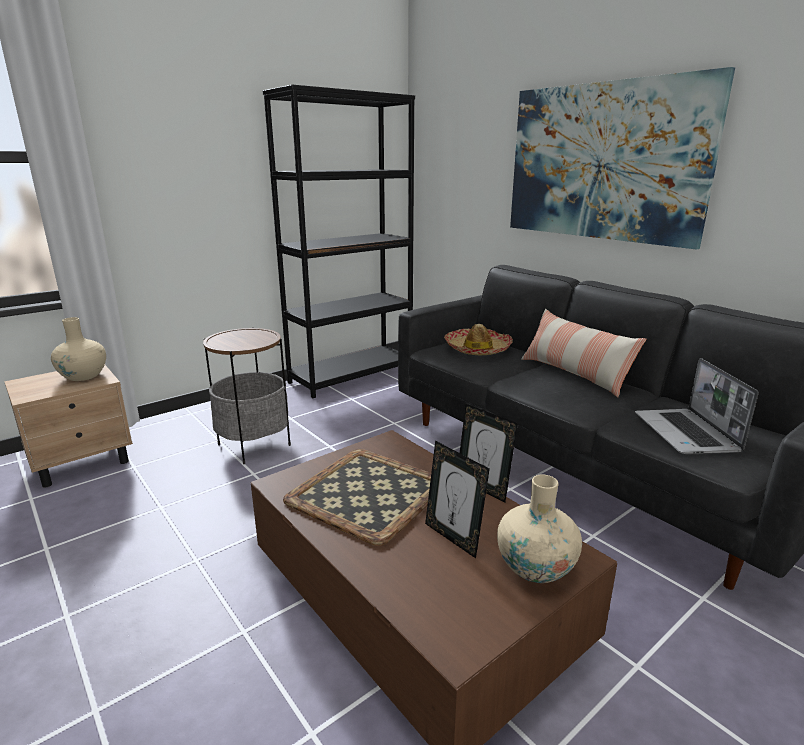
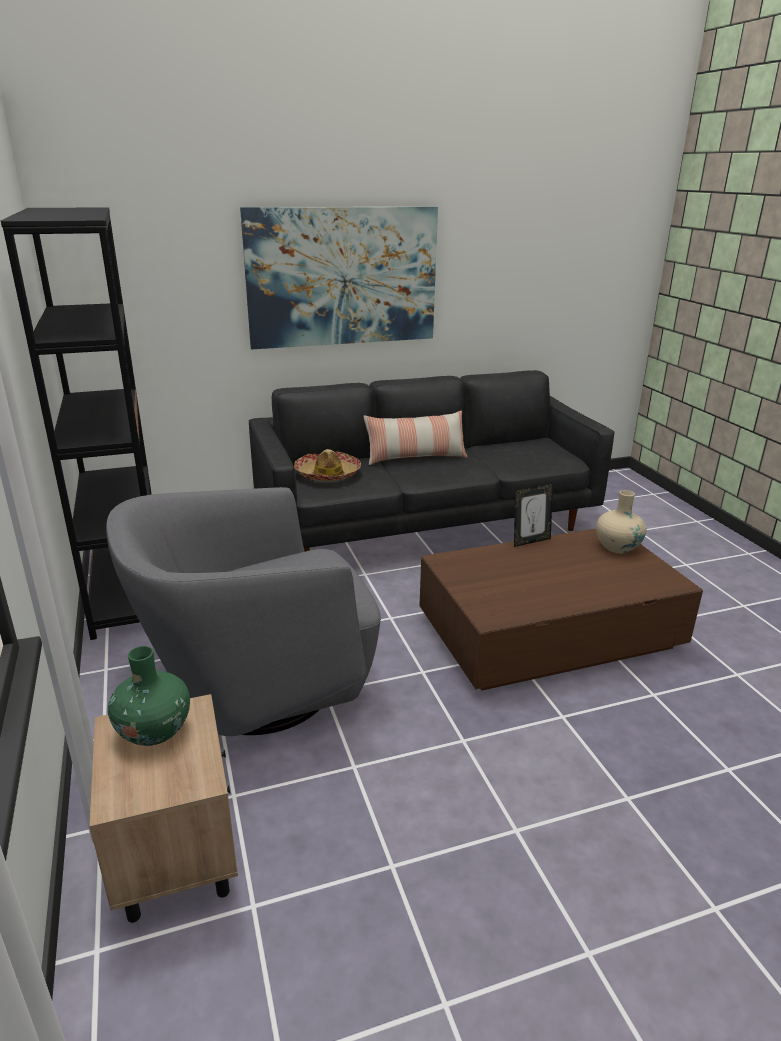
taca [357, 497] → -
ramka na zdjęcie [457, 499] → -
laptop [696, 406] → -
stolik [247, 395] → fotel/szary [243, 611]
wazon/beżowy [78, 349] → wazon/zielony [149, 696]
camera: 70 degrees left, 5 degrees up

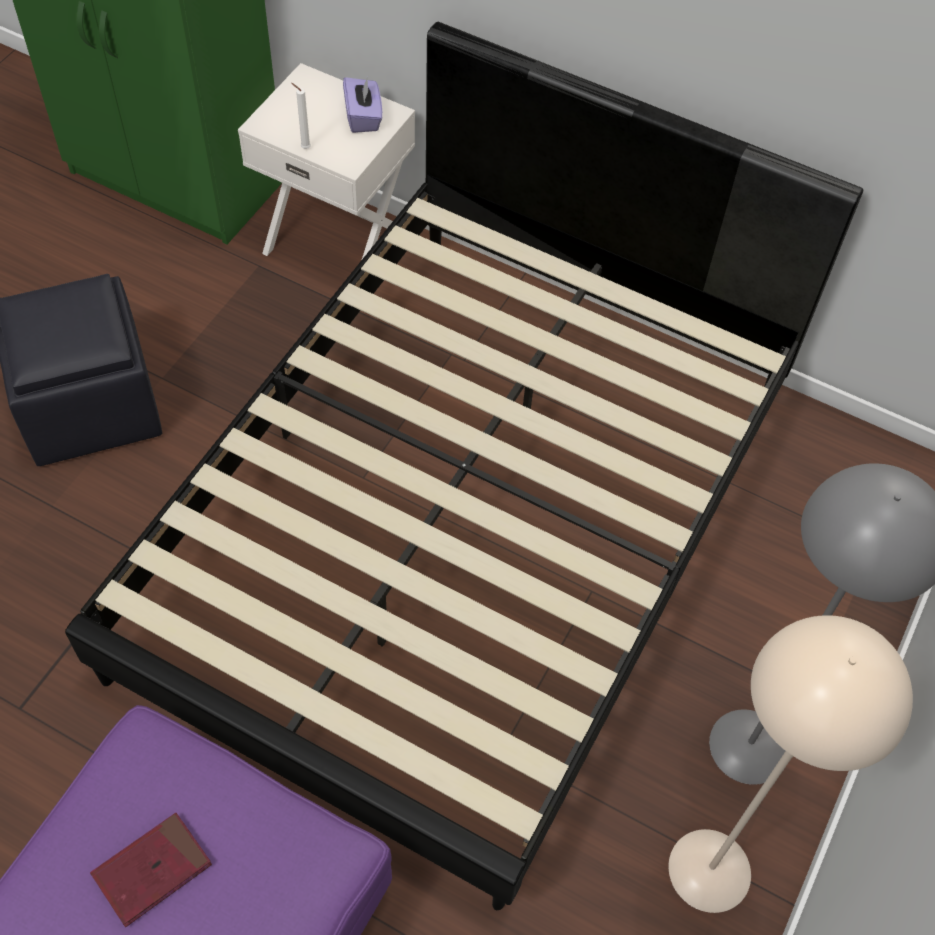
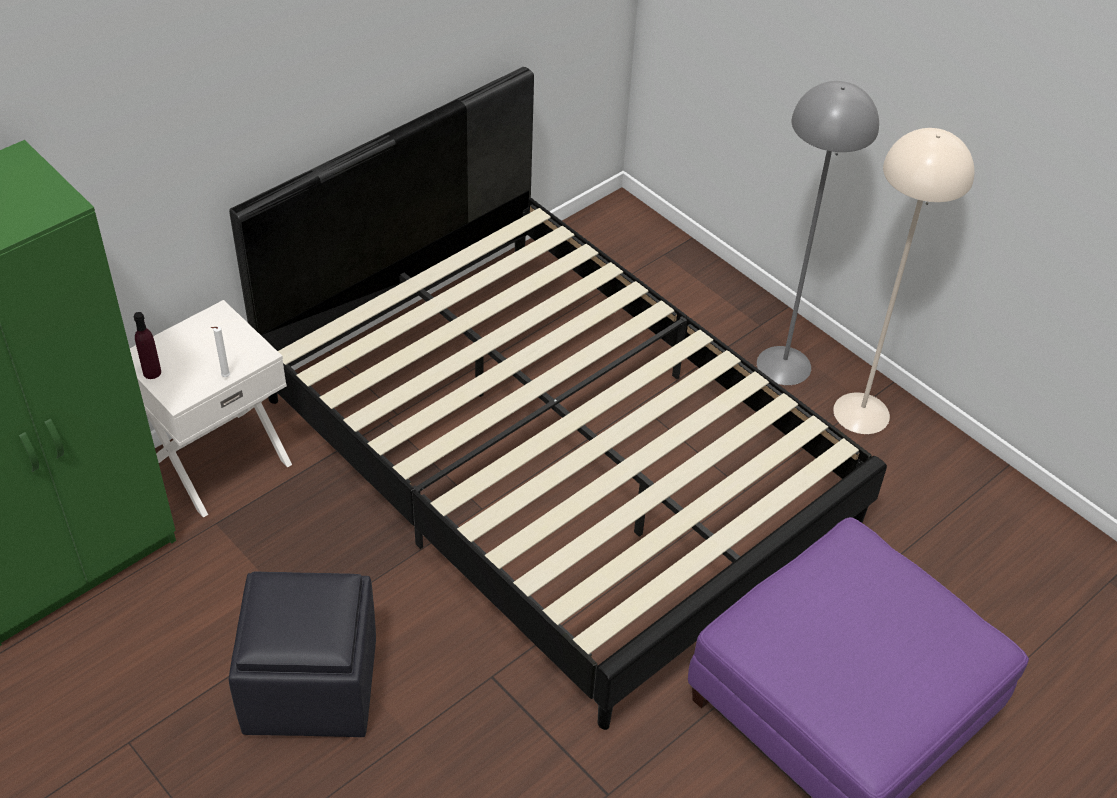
książka/czerwony [151, 870] → -
pudełko chusteczek/fioletowy [362, 104] → -
- → butelka/fioletowy [147, 345]
camera: 70 degrees left, 10 degrees down

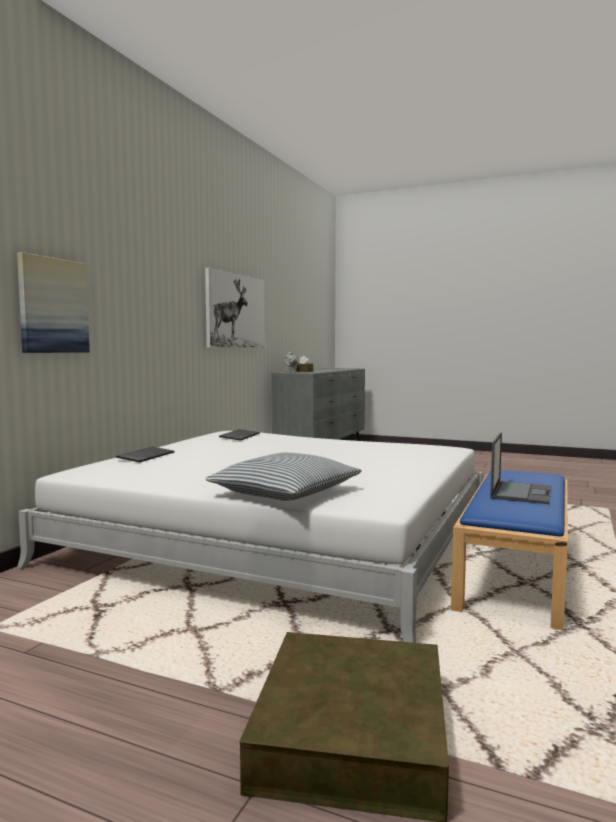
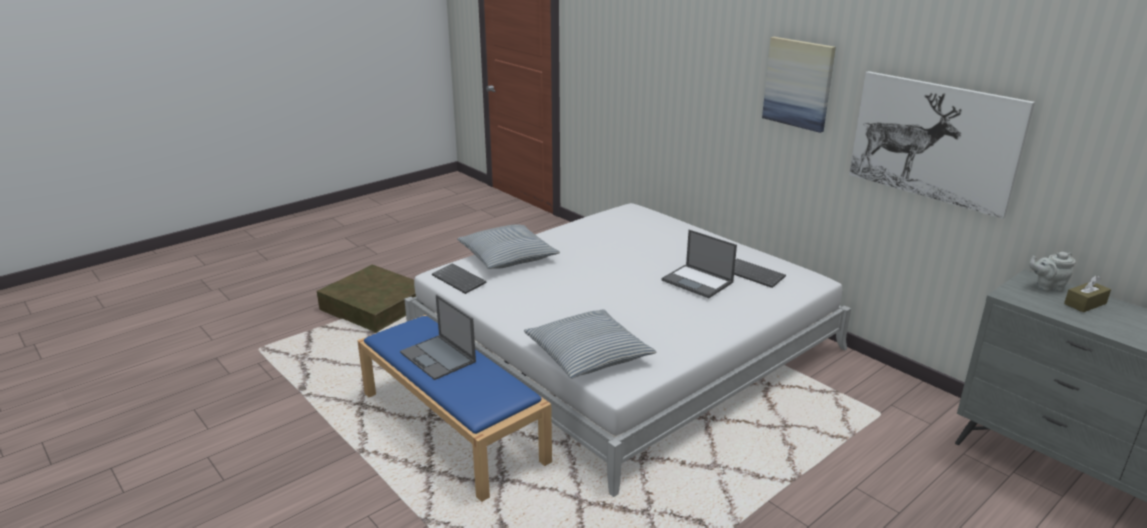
- → poduszka [590, 344]
- → laptop [699, 264]
obraz [53, 302] → obraz [799, 85], relocated
klawiatura [145, 454] → klawiatura [459, 278], relocated
camera: 115 degrees right, 20 degrees up

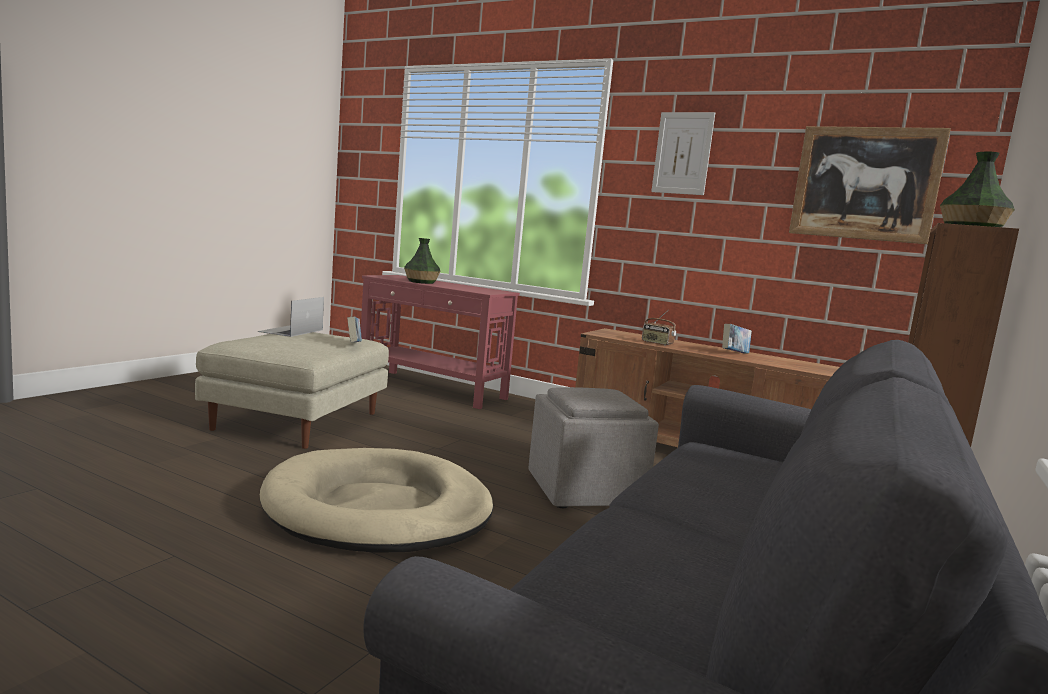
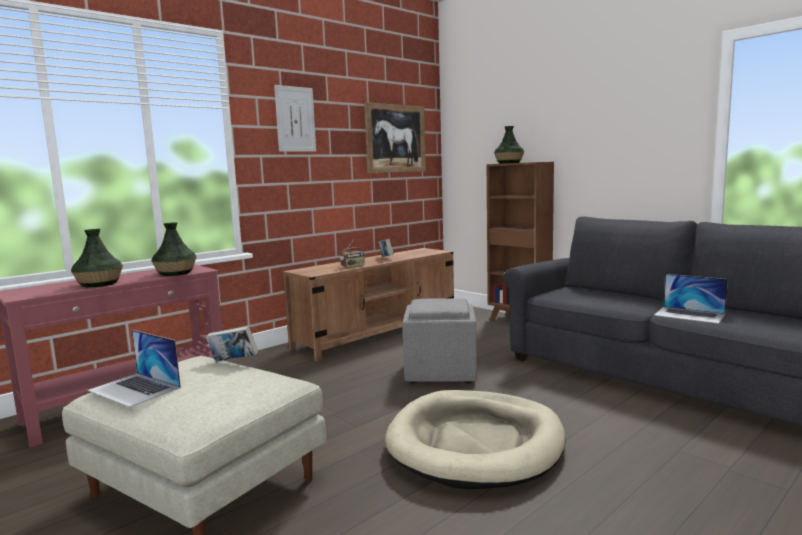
- → wazon [174, 249]
- → laptop [691, 299]
camera: 70 degrees left, 0 degrees up

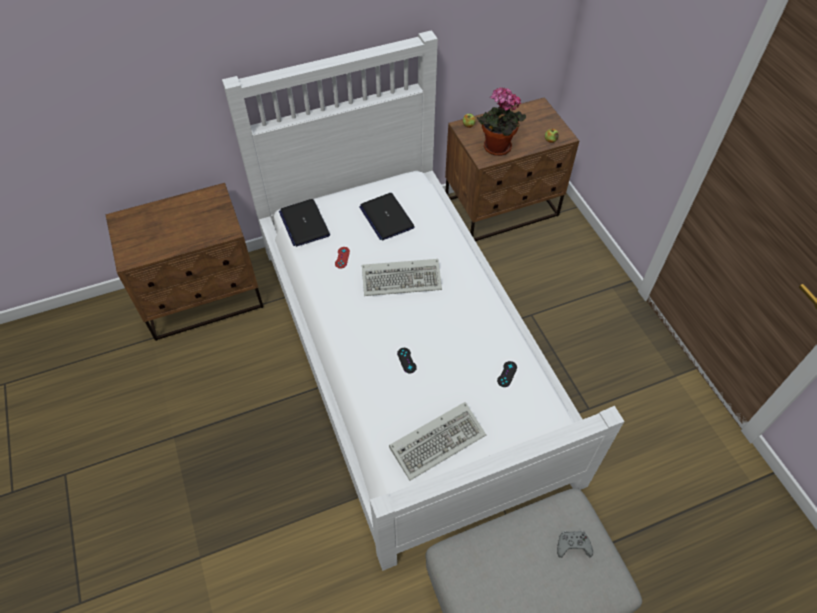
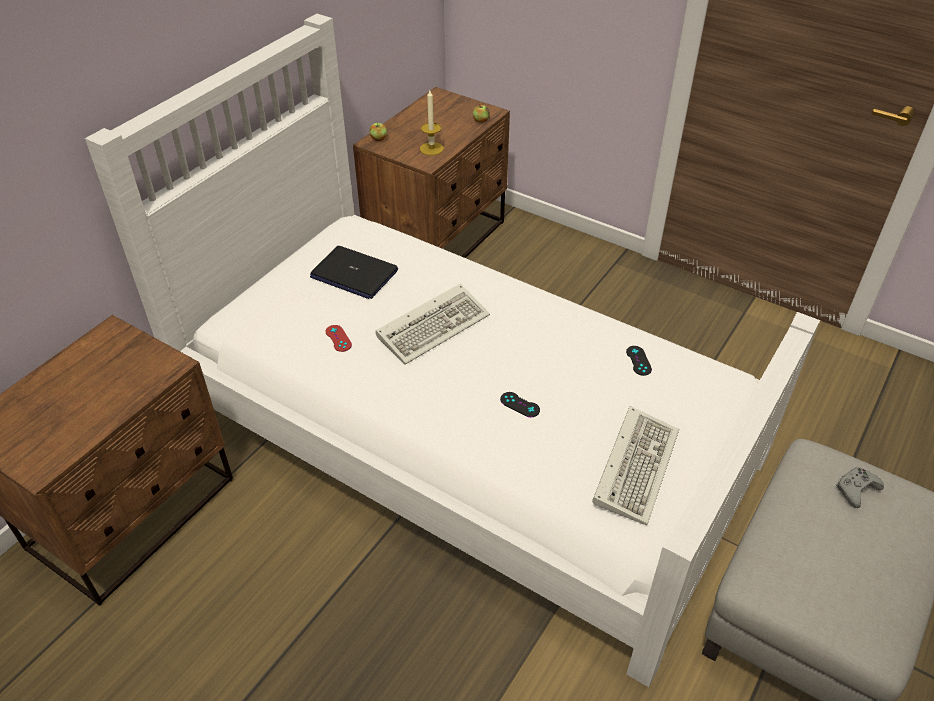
laptop [304, 223] → -
roślina doniczkowa [501, 121] → świeca [432, 122]
camera: 35 degrees left, 10 degrees down

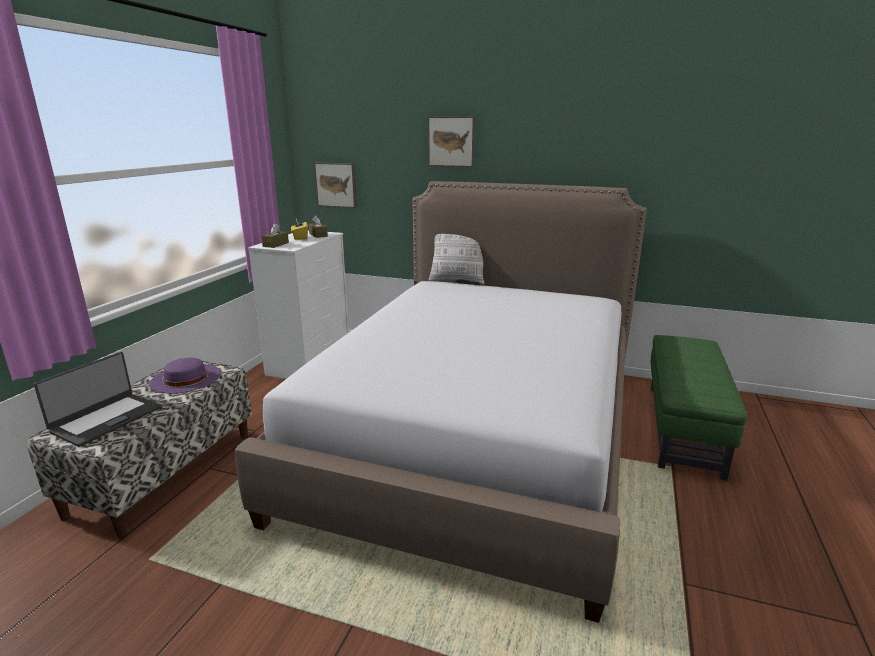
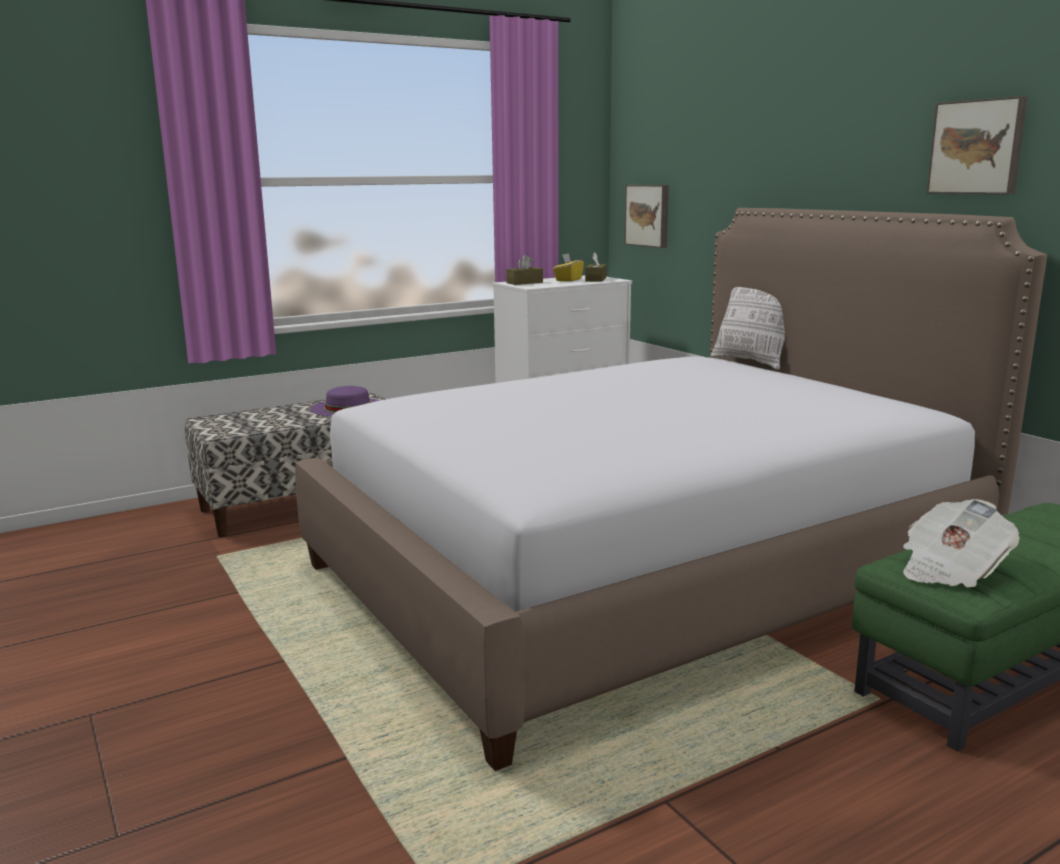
laptop [97, 399] → -
- → gazeta [961, 543]
obraz [451, 142] → obraz [977, 145], relocated
camera: 40 degrees right, 5 degrees down

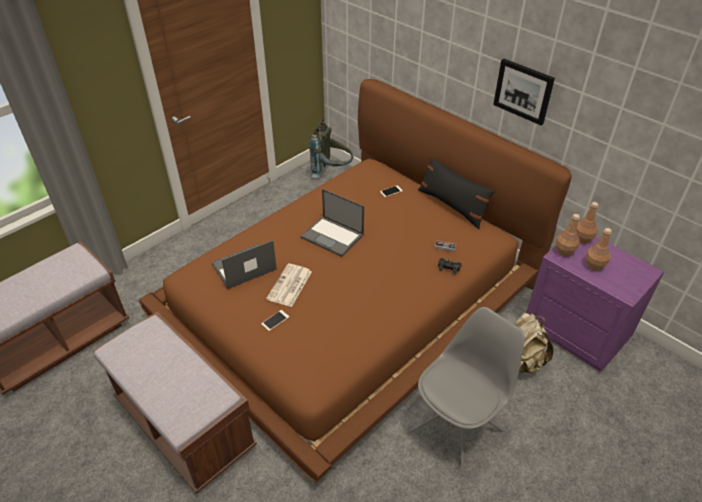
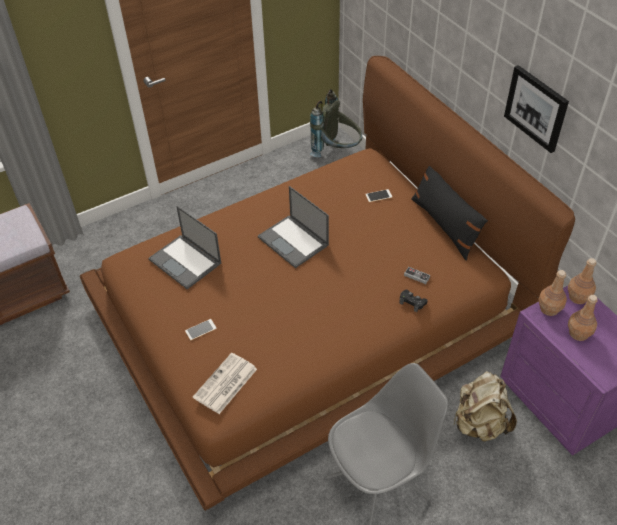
ławka/brązowy [175, 403] → -
gazeta [289, 285] → gazeta [225, 383], relocated
laptop [244, 264] → laptop [185, 247], 120 degrees counterclockwise
camera: 15 degrees right, 5 degrees up

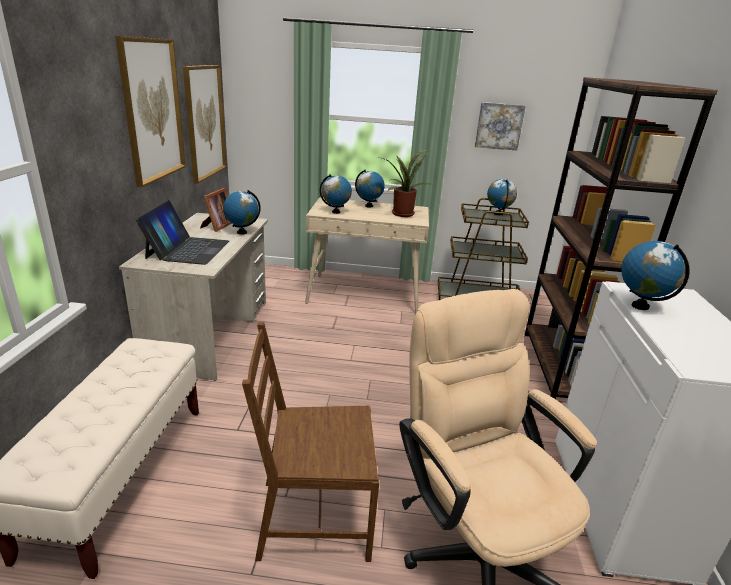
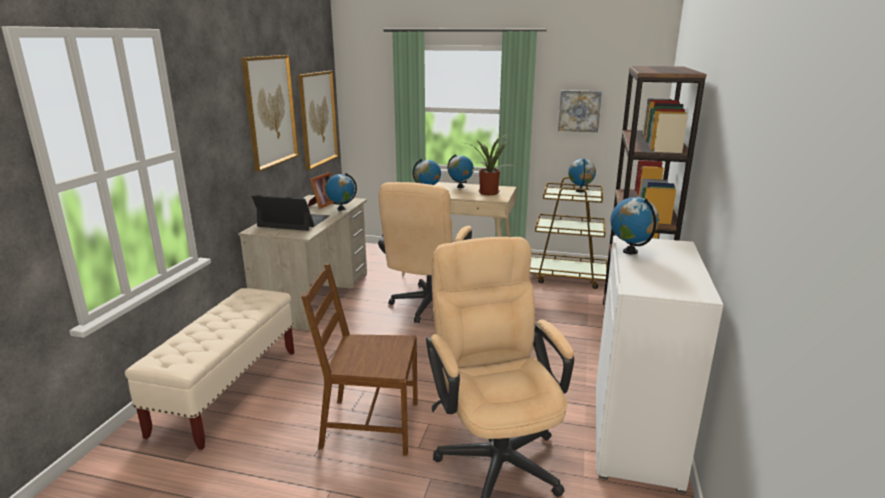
- → krzesło biurowe/beżowy [425, 252]
laptop [182, 232] → laptop [291, 213], 90 degrees counterclockwise
camera: 10 degrees right, 5 degrees down

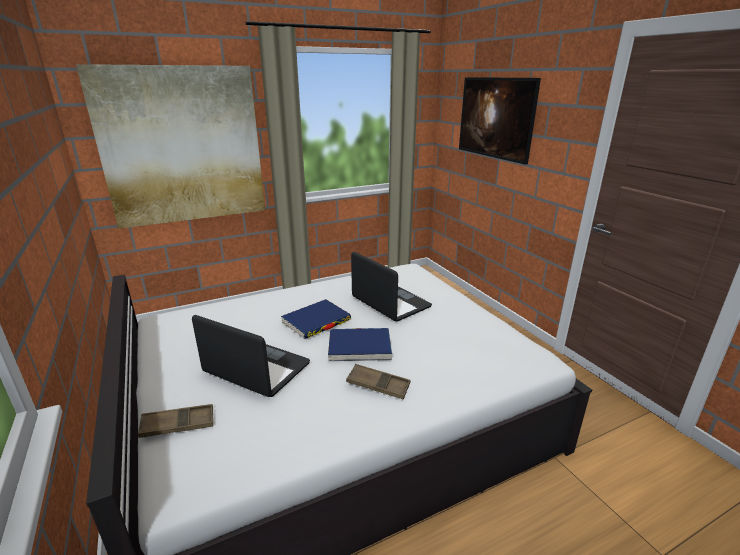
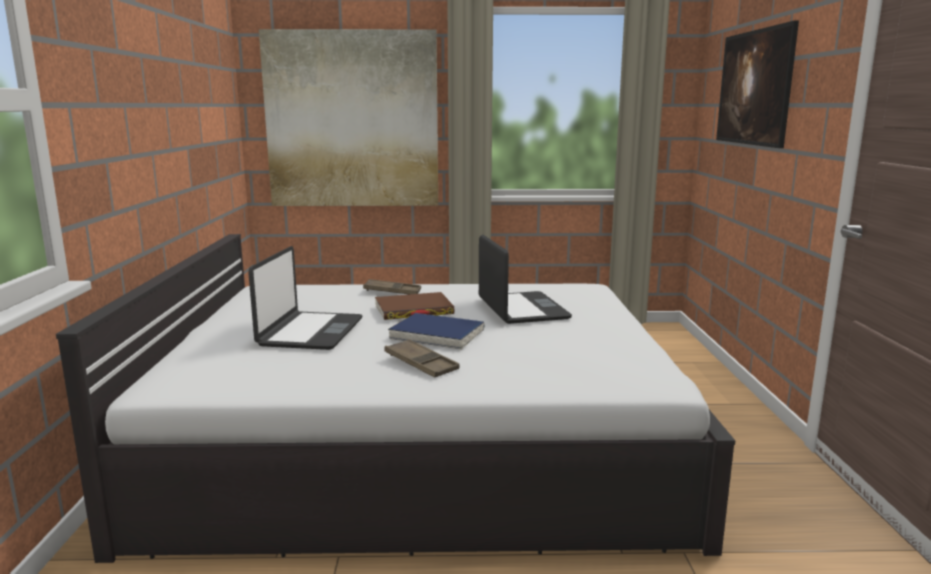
taca/brązowy [175, 421] → taca/brązowy [392, 286], relocated
książka/niebieski [316, 319] → książka/brązowy [415, 306]
laptop [251, 356] → laptop [305, 298], 45 degrees clockwise
camera: 25 degrees right, 10 degrees down

